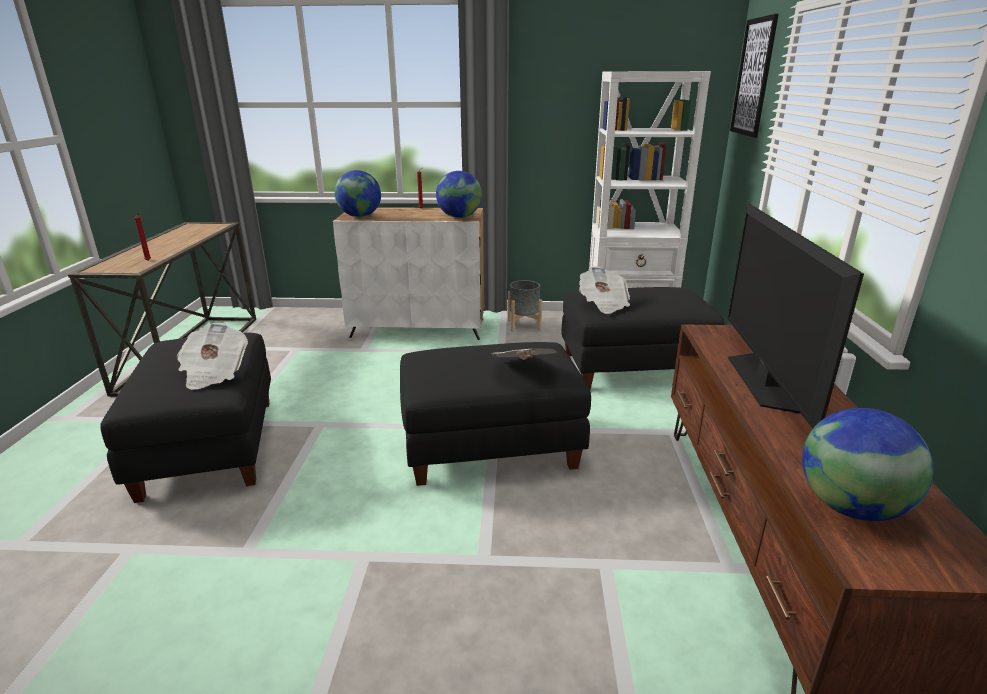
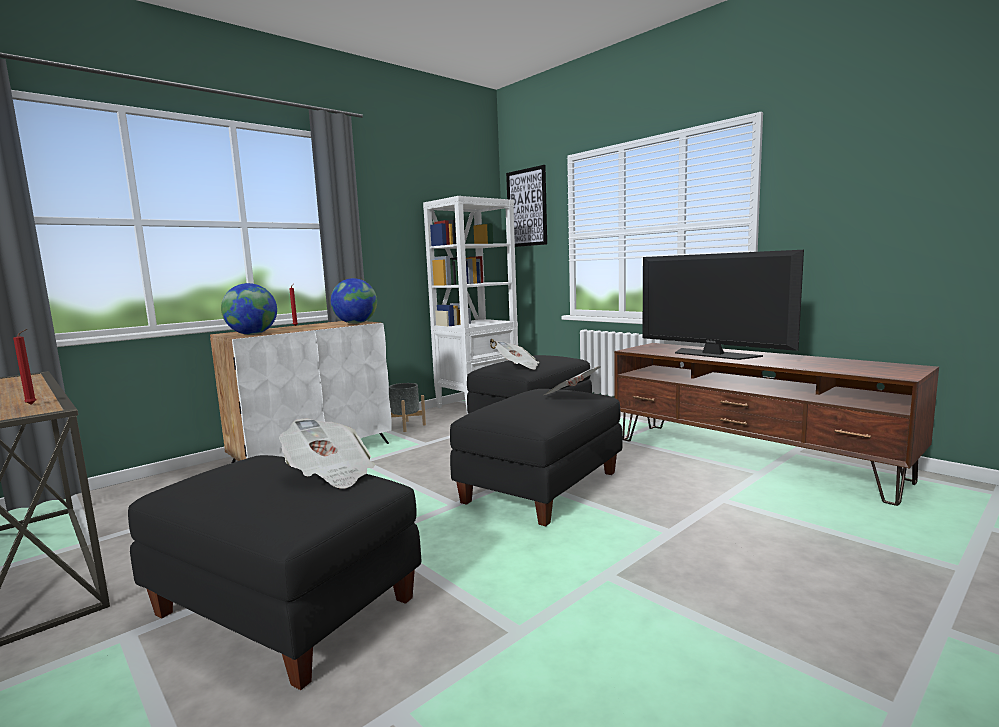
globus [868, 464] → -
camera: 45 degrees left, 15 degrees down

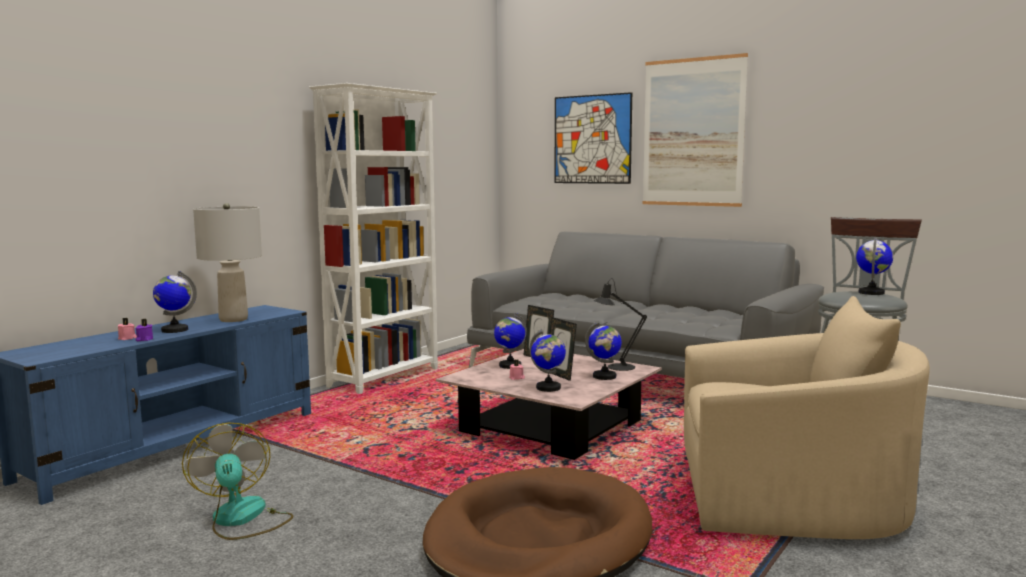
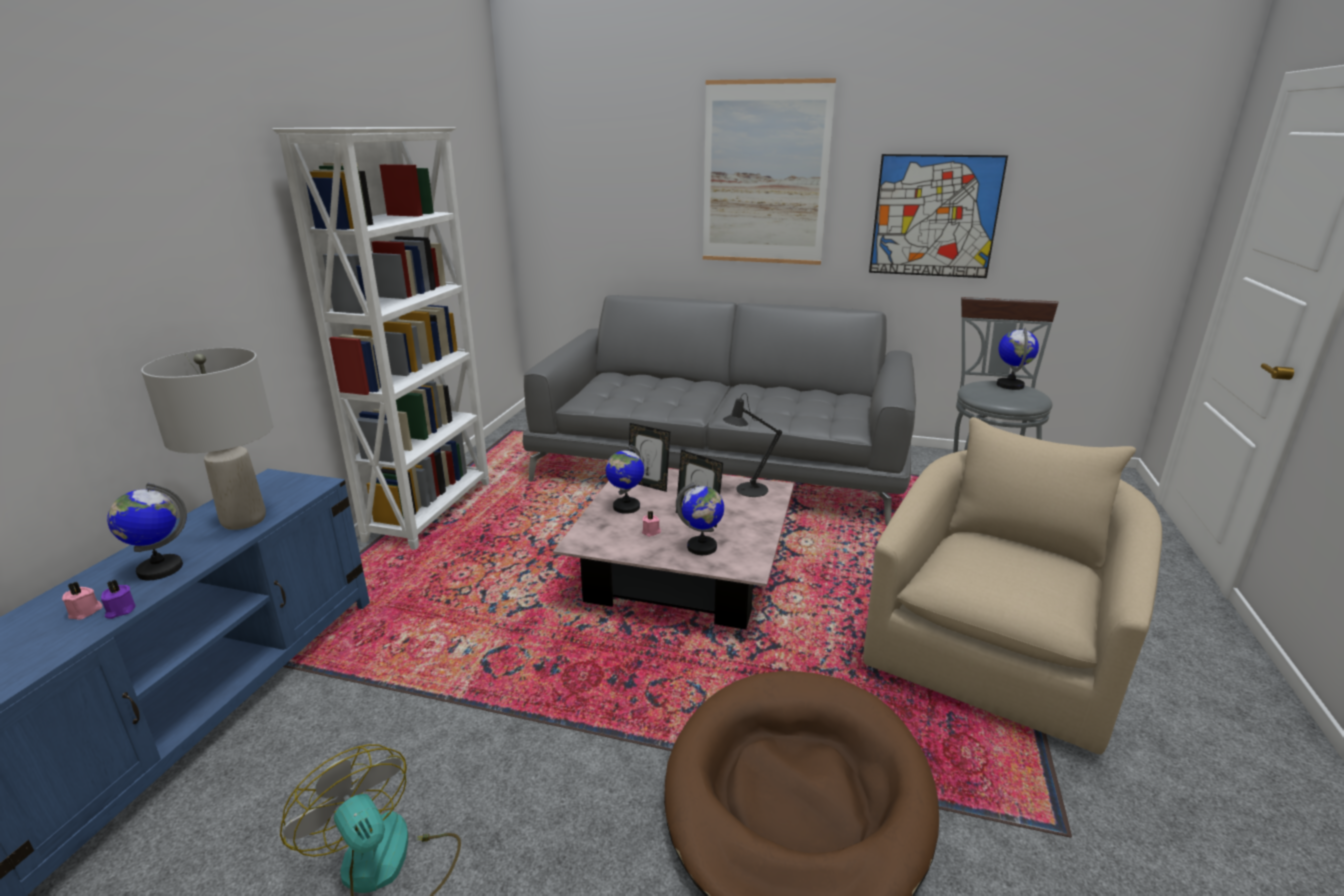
globus [603, 350] → -
obraz [593, 138] → obraz [938, 216], relocated
fotel/beżowy [807, 417] → fotel/beżowy [1013, 585], 45 degrees counterclockwise
camera: 20 degrees left, 15 degrees up

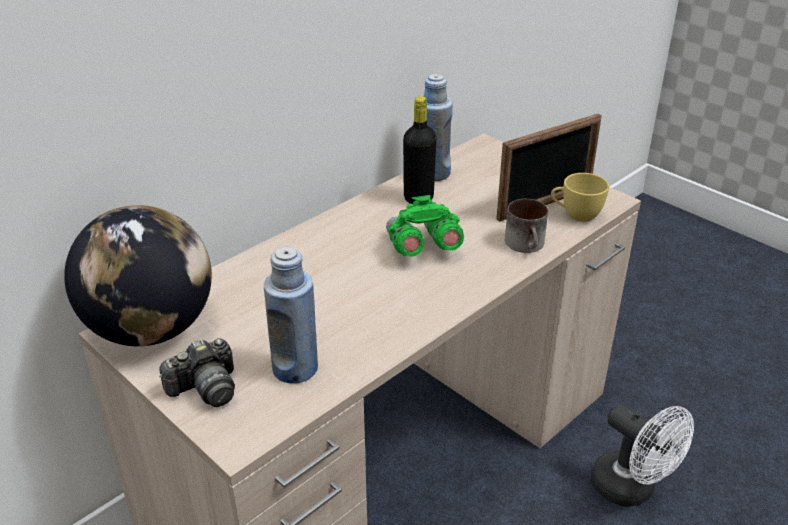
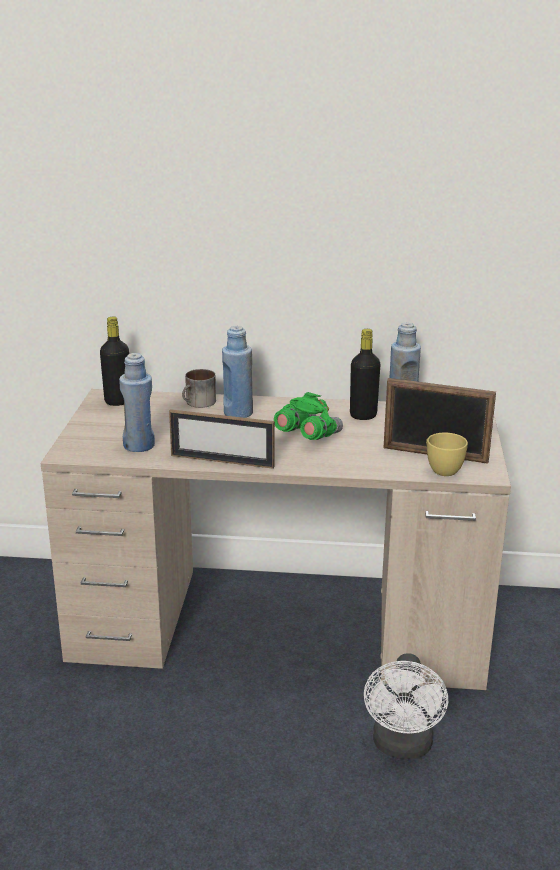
aparat fotograficzny [197, 372] → -
- → ramka na zdjęcie [222, 439]
- → butelka/niebieski [237, 372]
kubek [526, 226] → kubek [199, 388], relocated
globus [138, 275] → butelka/czarny [114, 361]
camera: 50 degrees right, 10 degrees down

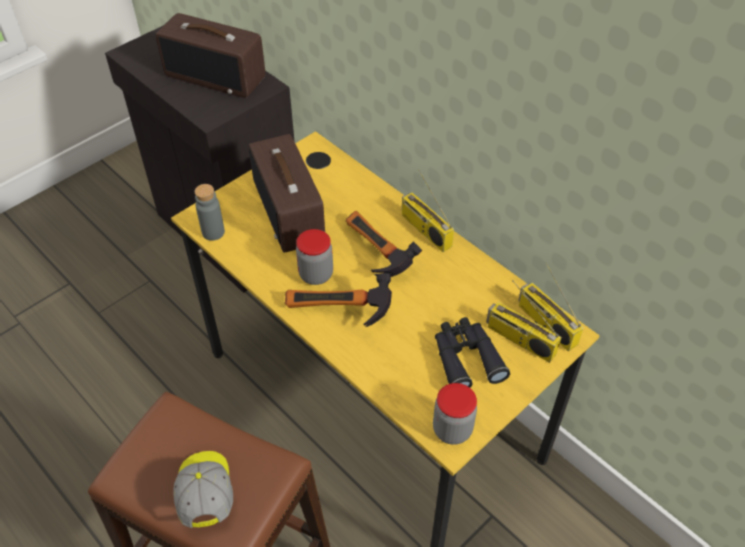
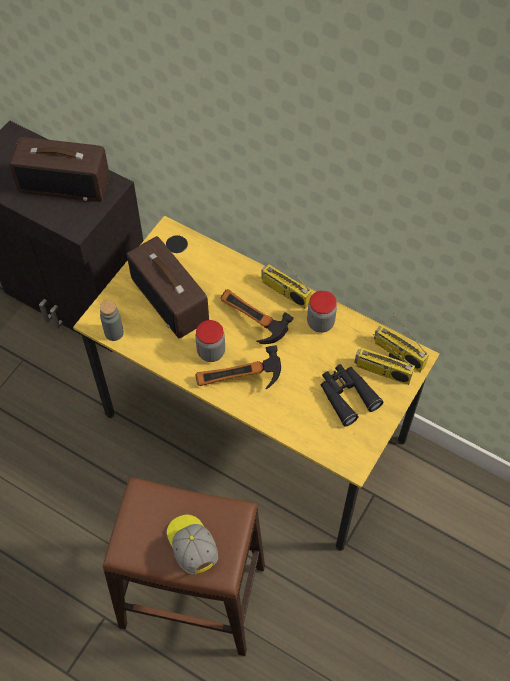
słoik [455, 414] → słoik [322, 312], relocated
camera: 15 degrees left, 10 degrees up

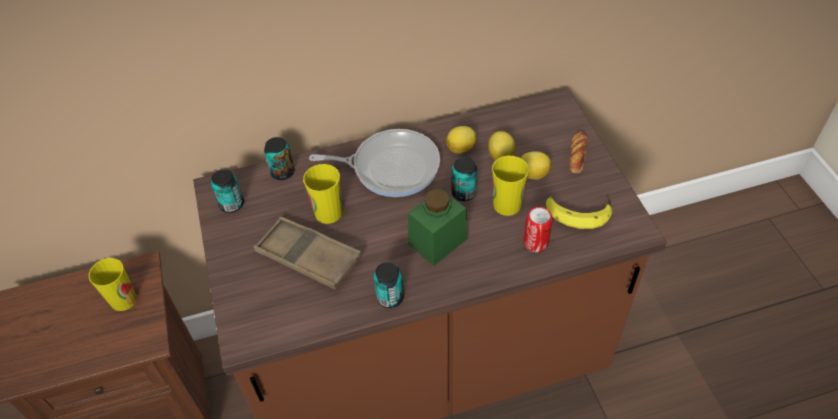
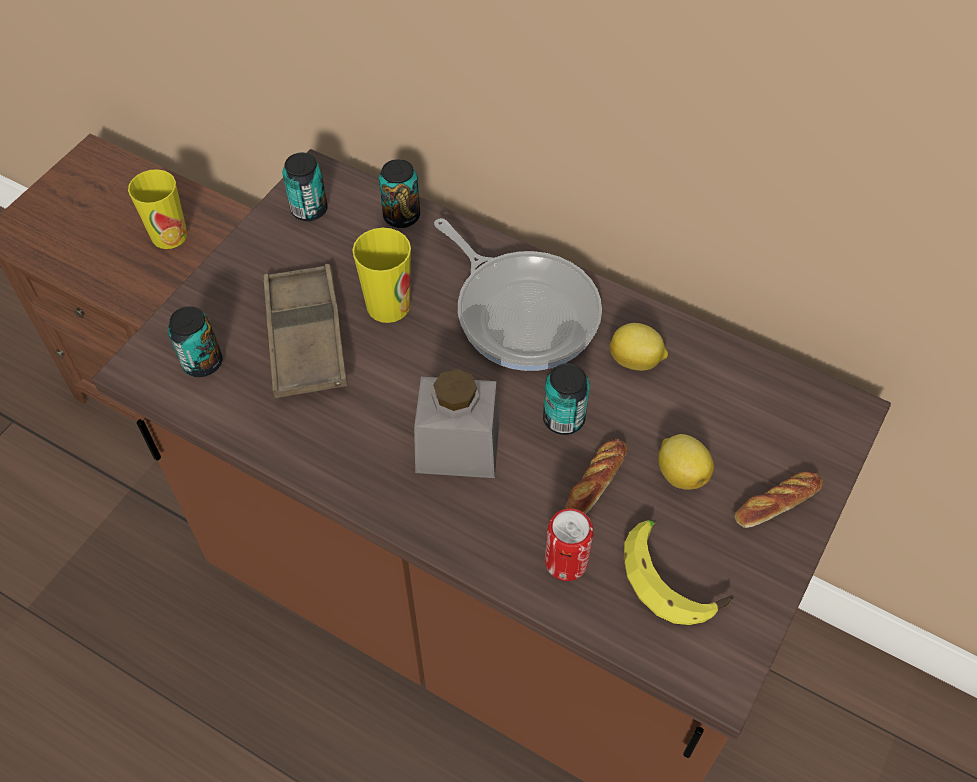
cytryna [501, 145] → -
puszka [388, 285] → puszka [195, 341], relocated
filiżanka [510, 186] → chleb [596, 476]
słoik/zielony [438, 227] → słoik/szary [456, 423]
camera: 45 degrees right, 5 degrees up

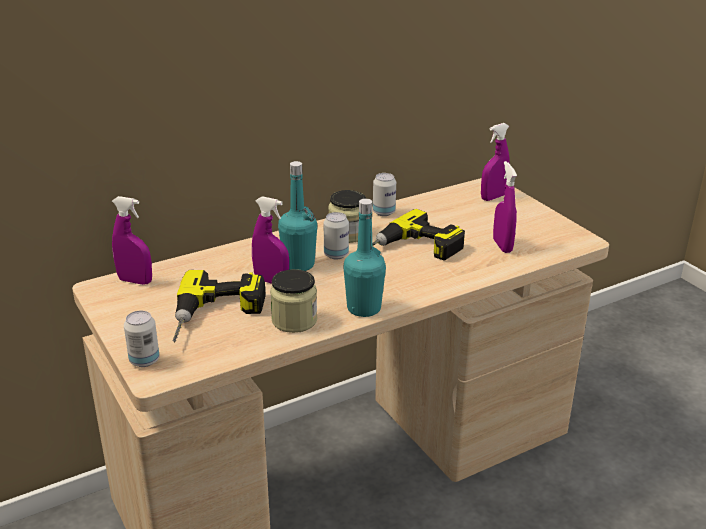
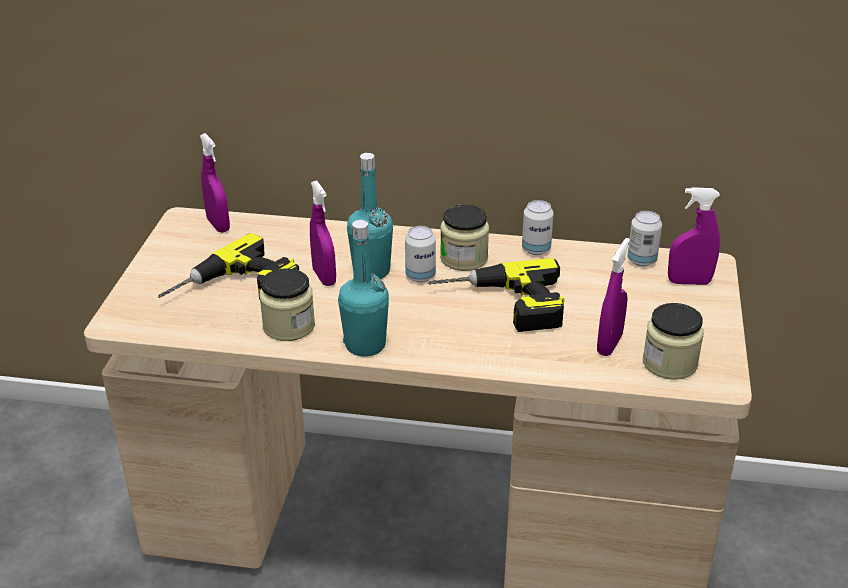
- → słoik [673, 341]
puszka [142, 339] → puszka [644, 239], relocated
camera: 40 degrees right, 5 degrees up

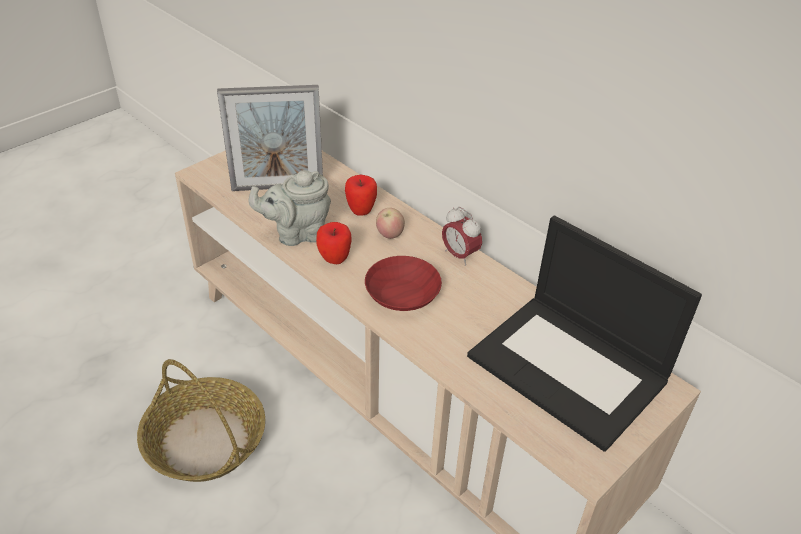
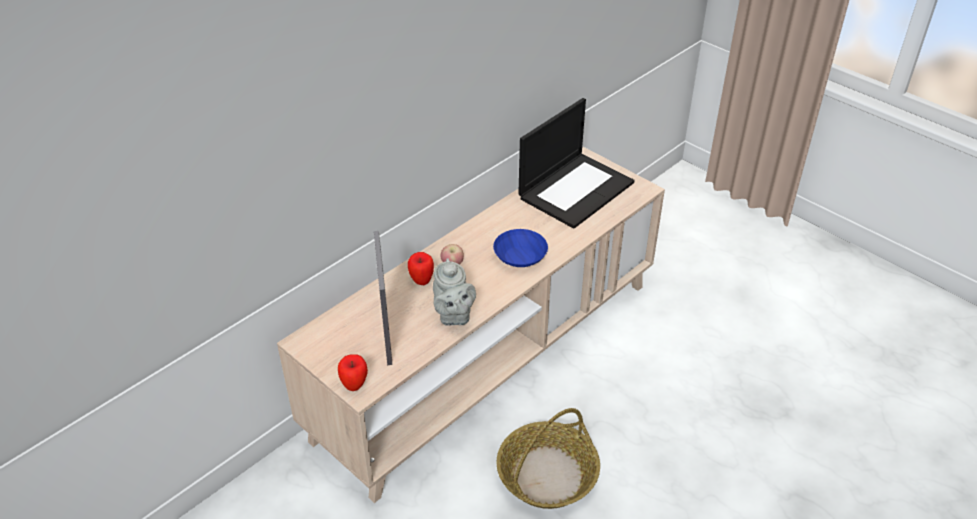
budzik [462, 236] → -
jabłko [334, 243] → jabłko [353, 372], relocated
miska/czerwony [403, 283] → miska/niebieski [520, 248]
camera: 90 degrees left, 0 degrees up

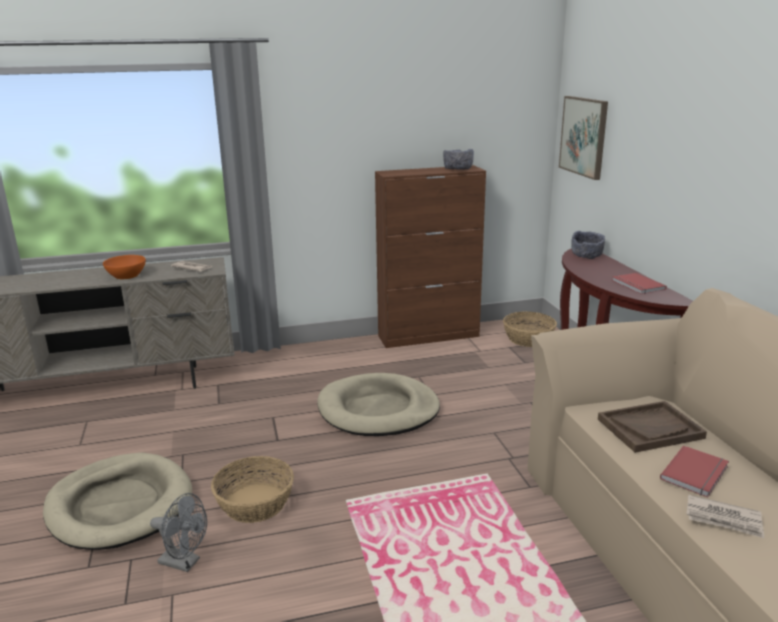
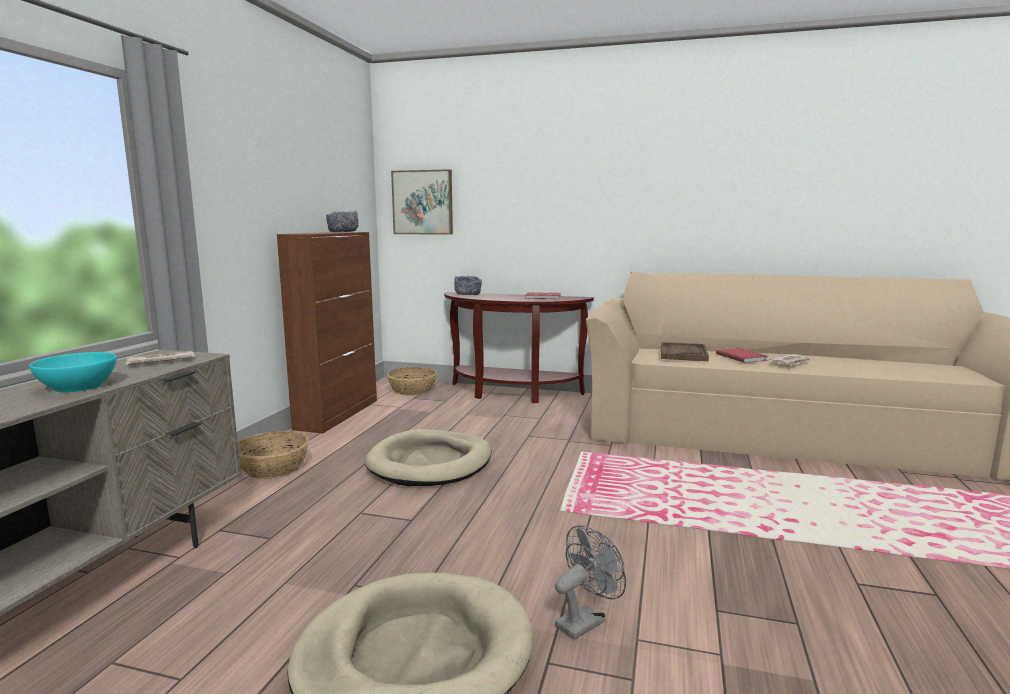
koszyk [252, 489] → koszyk [273, 455], relocated
miska/pomarańczowy [124, 267] → miska/turkusowy [73, 372]
camera: 60 degrees left, 10 degrees down

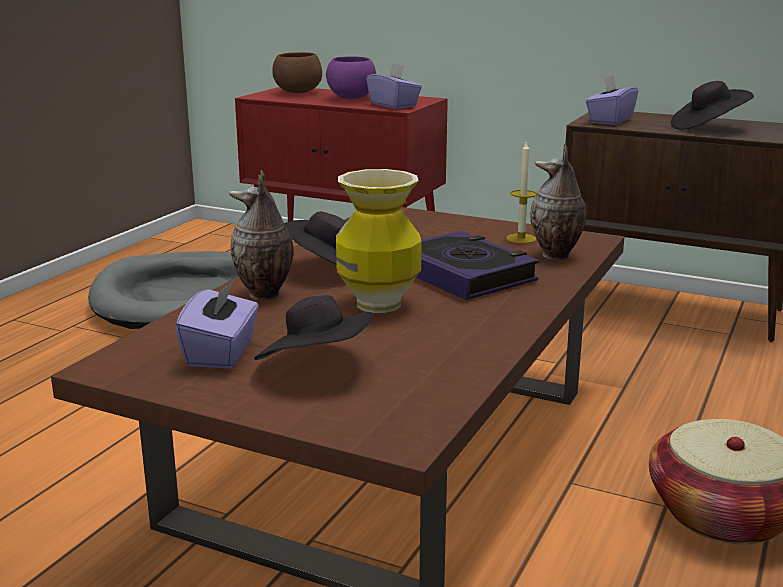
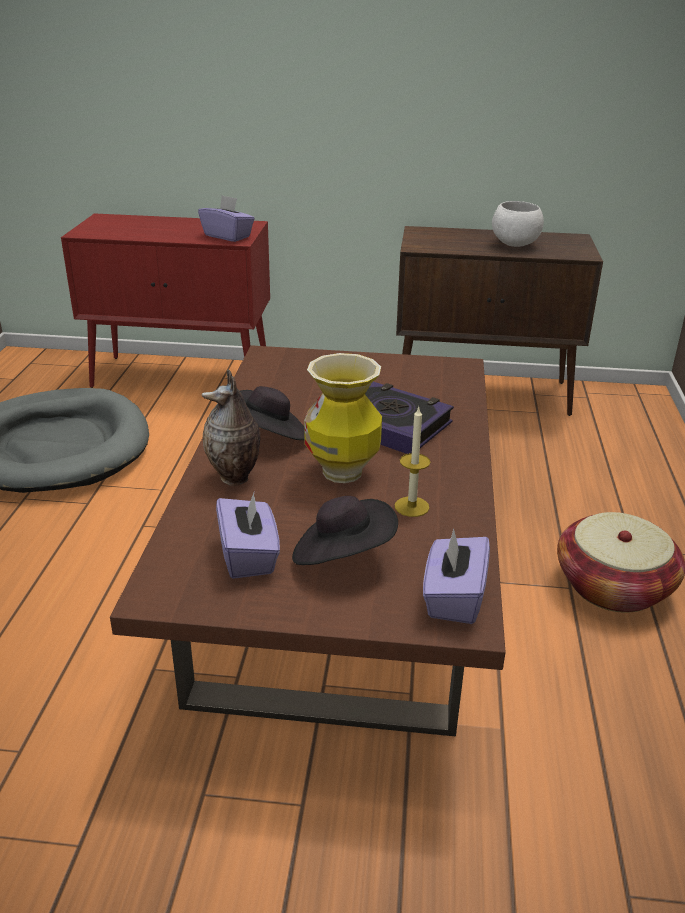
miska/brązowy [297, 72] → -
miska/fioletowy [351, 77] → -
wazon [558, 202] → -
świeca [521, 192] → świeca [412, 462], relocated
pudełko chusteczek/fioletowy [612, 99] → pudełko chusteczek/fioletowy [456, 576], relocated
kapelusz/czarny [712, 105] → miska/biały [518, 224]
camera: 20 degrees left, 10 degrees up

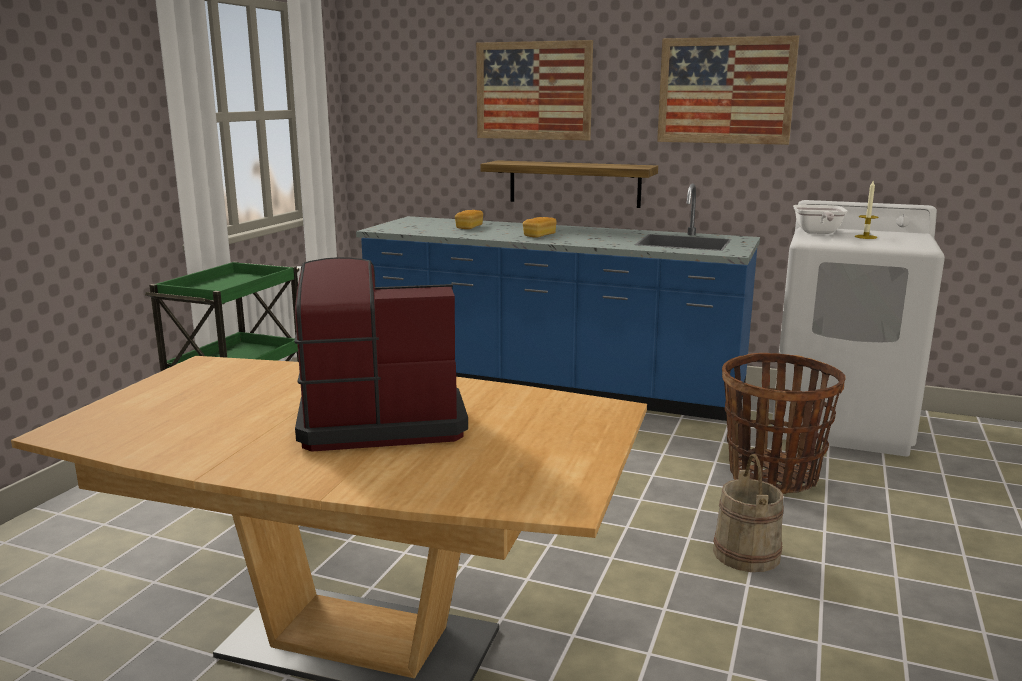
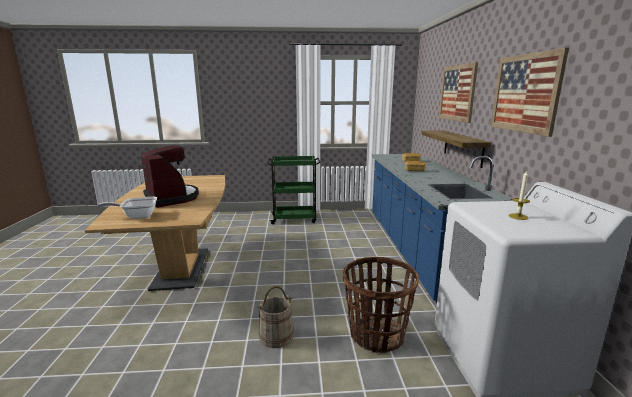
patelnia [820, 219] → patelnia [127, 208], relocated
camera: 65 degrees right, 0 degrees up

